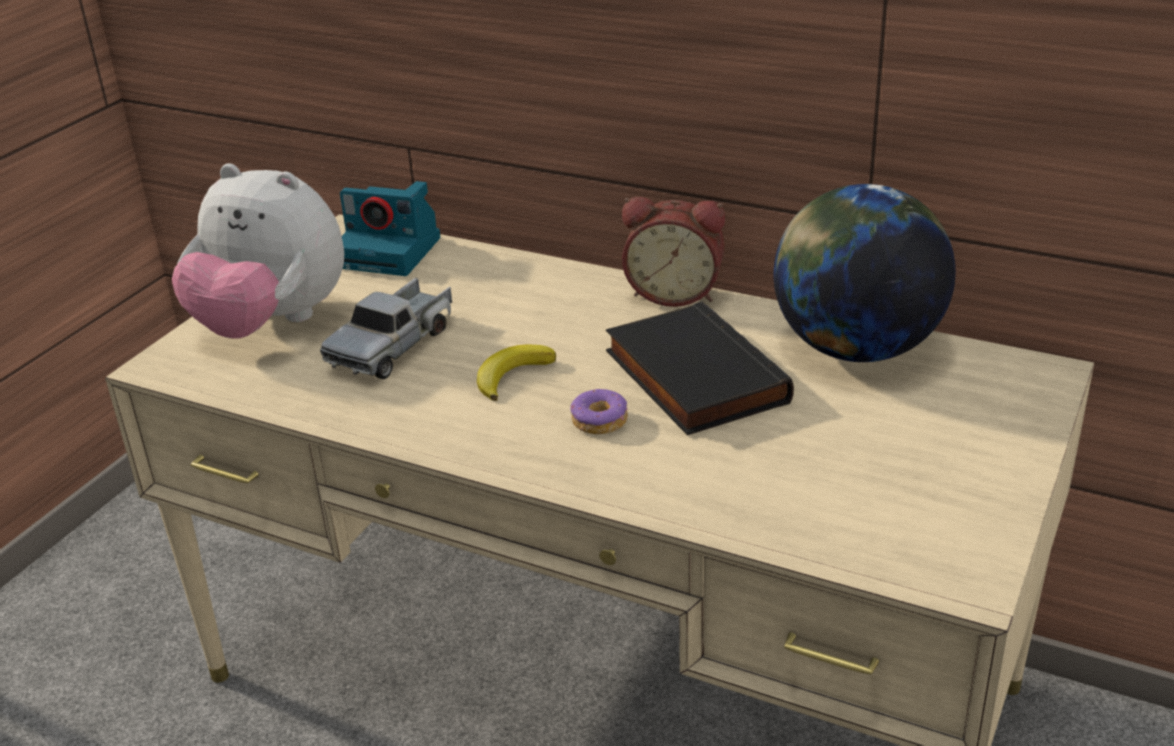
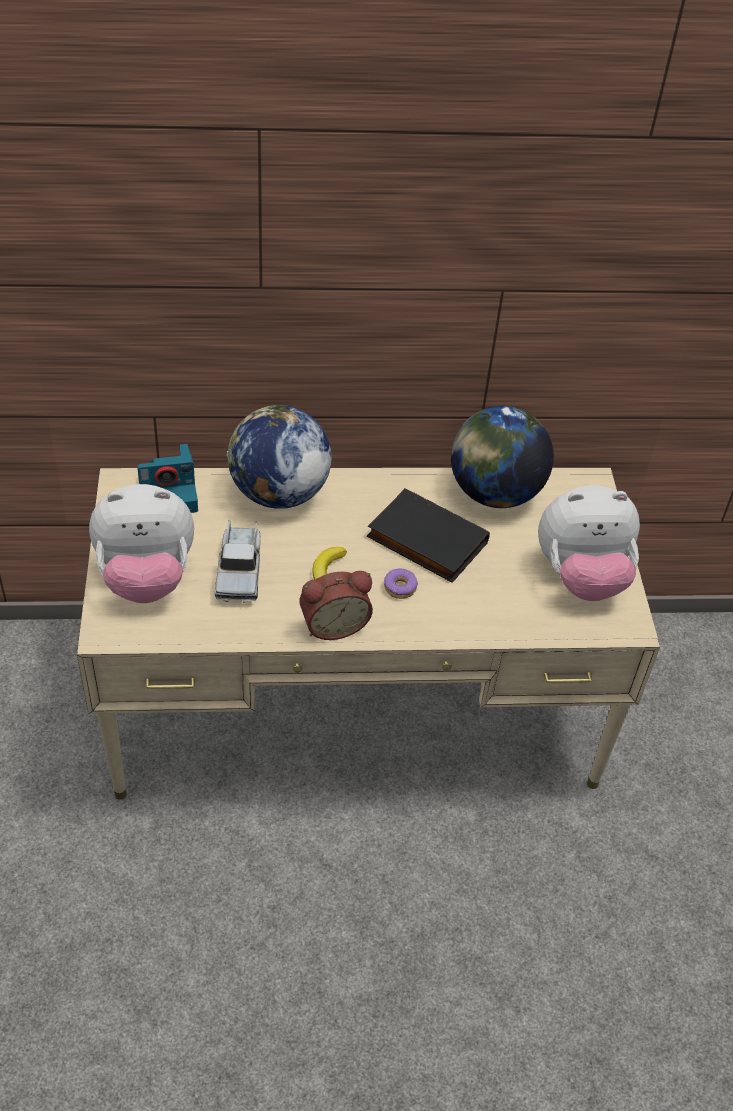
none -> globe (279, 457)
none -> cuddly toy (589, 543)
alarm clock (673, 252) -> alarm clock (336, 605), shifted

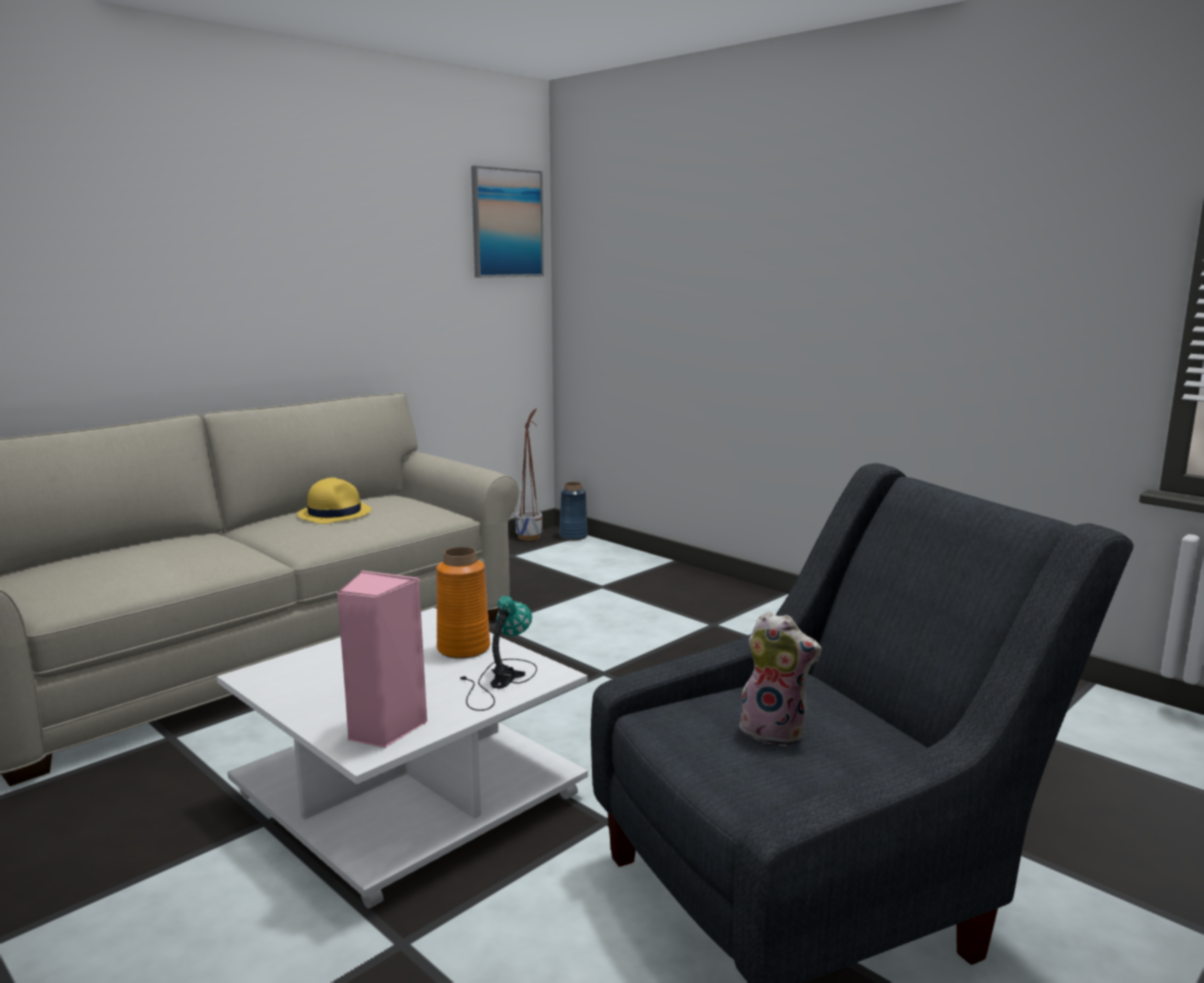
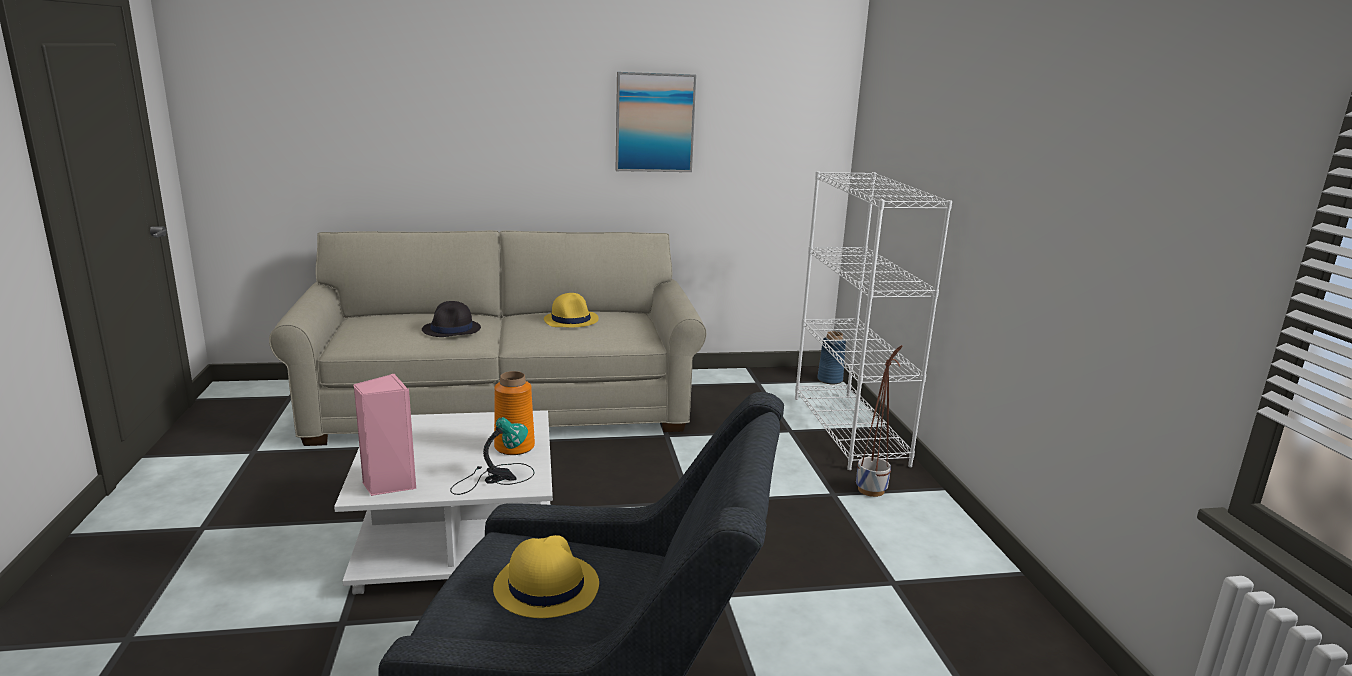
none -> wearable hat/blackish (451, 319)
none -> bookshelf/white-coloured (873, 320)
picture (507, 222) -> picture (656, 122), shifted
plant pot (529, 474) -> plant pot (879, 421), shifted
cuddly toy (780, 678) -> wearable hat/yellow (546, 576)

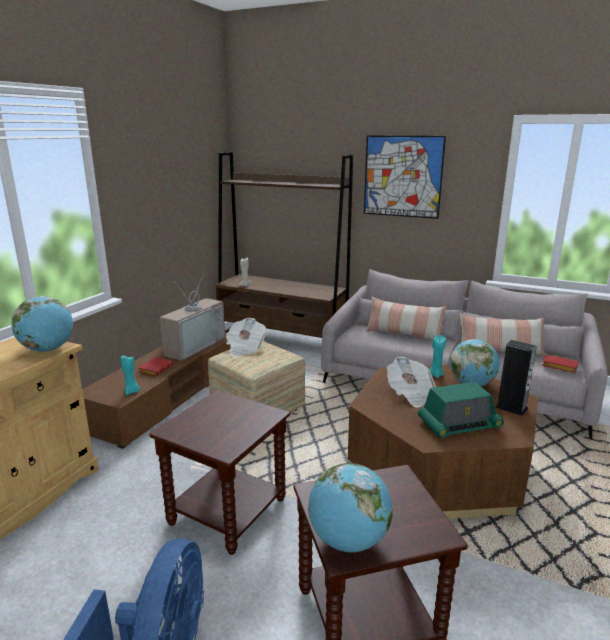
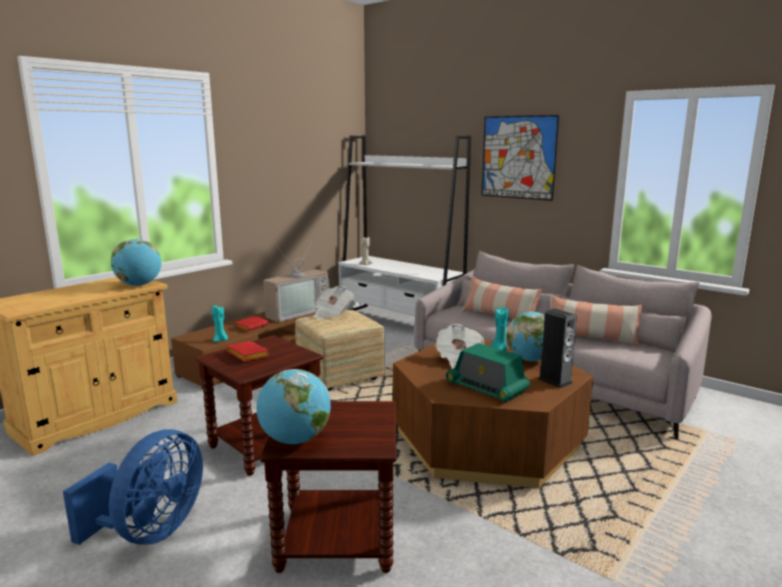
bound book/red-coloured (560, 364) -> bound book/red-coloured (248, 351), shifted
bookshelf/brown (284, 245) -> bookshelf/white-coloured (405, 225)
radio set (461, 410) -> radio set (488, 372), 45 degrees clockwise

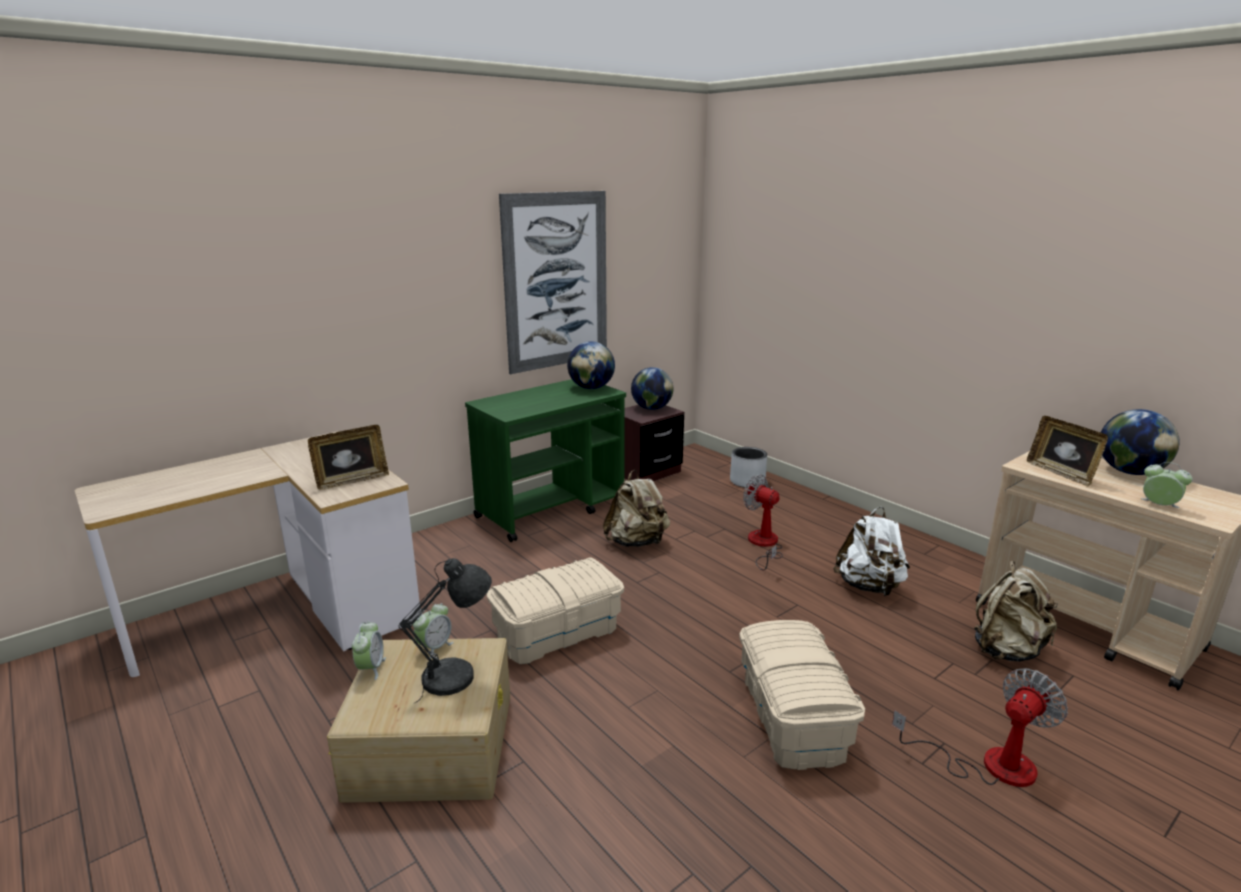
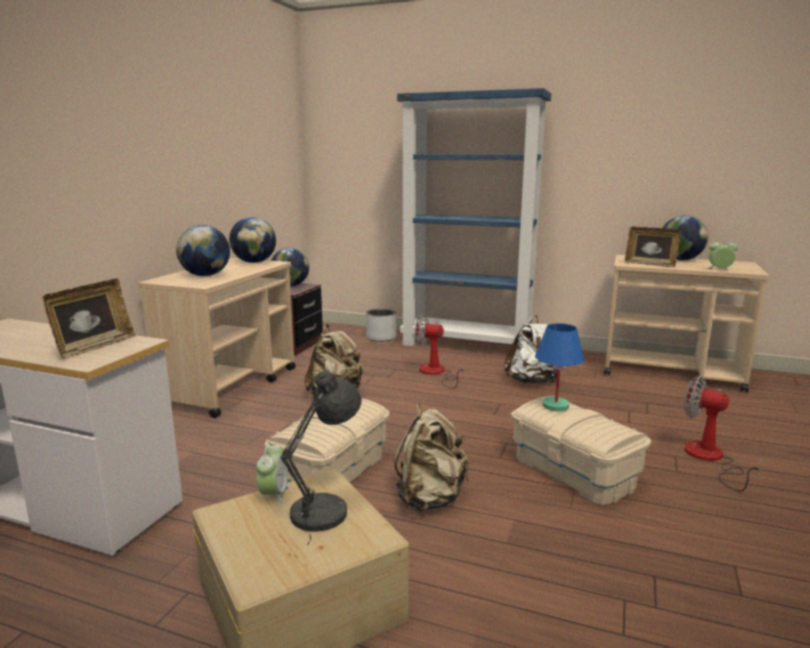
alarm clock (369, 650) -> none
picture (553, 282) -> none
none -> globe (203, 250)
none -> bookshelf/blue (474, 217)
none -> tabletop lamp/blue (559, 367)
rucksack/beige (1016, 611) -> rucksack/beige (431, 457), shifted
trolley/green-coloured (545, 460) -> trolley/beige (217, 338)
fan (980, 727) -> fan (722, 433), 75 degrees counterclockwise

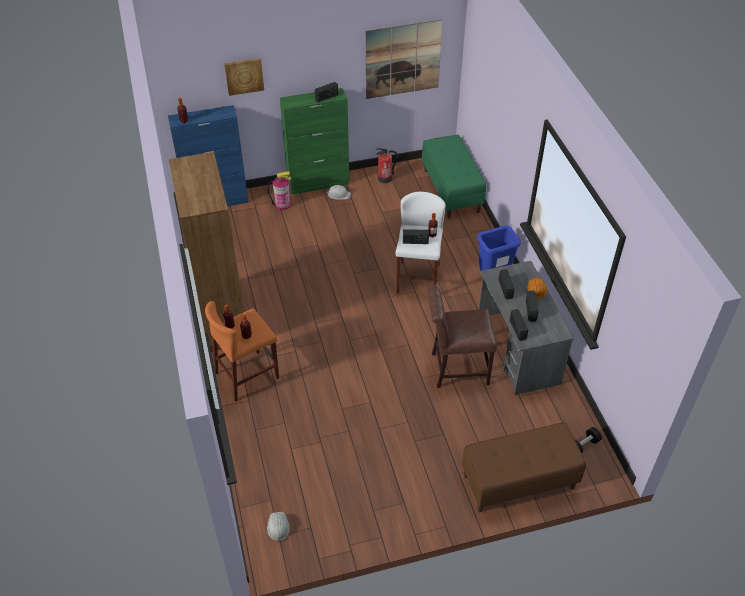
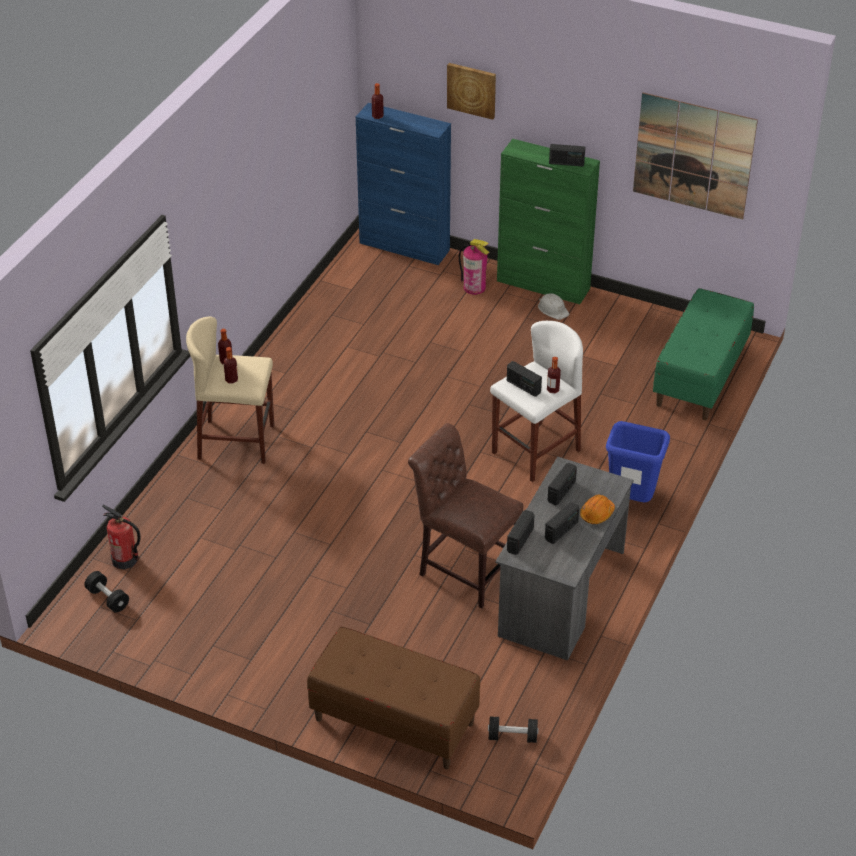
bookshelf/brown (206, 252) -> none
fire-fighting cylinder (387, 165) -> fire-fighting cylinder (121, 537), shifted
safety helmet/white-coloured (278, 527) -> free weight/blackish (106, 592)
stool/orange (242, 351) -> stool/beige (230, 390)

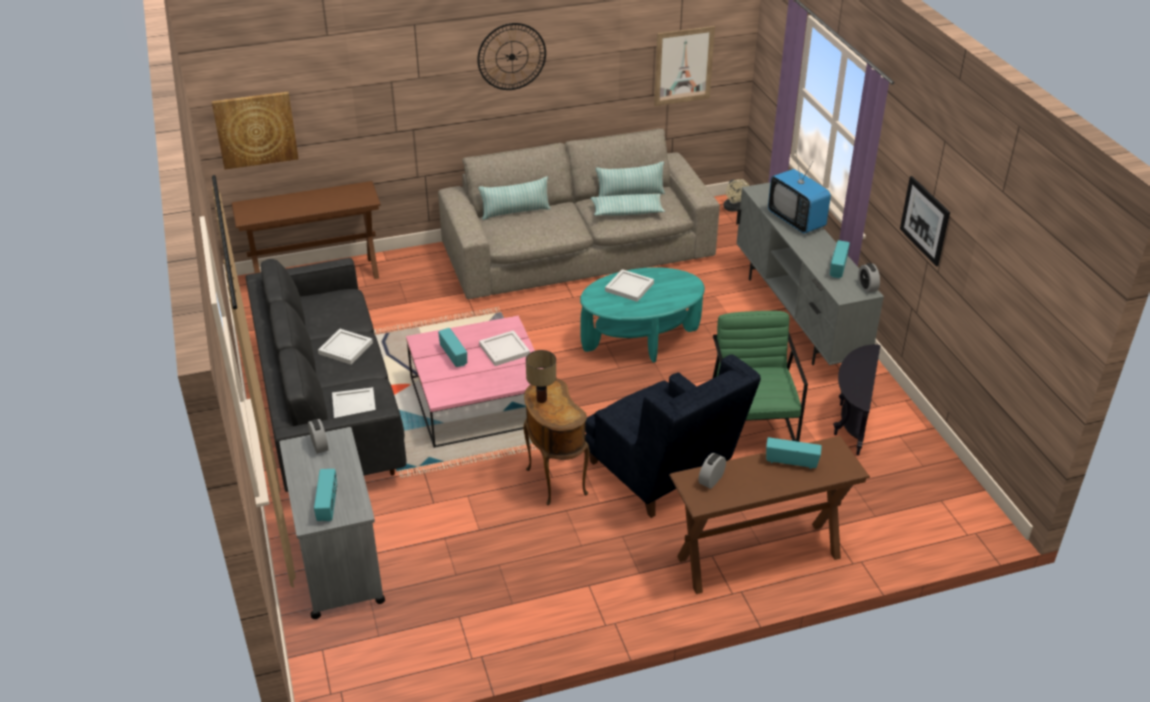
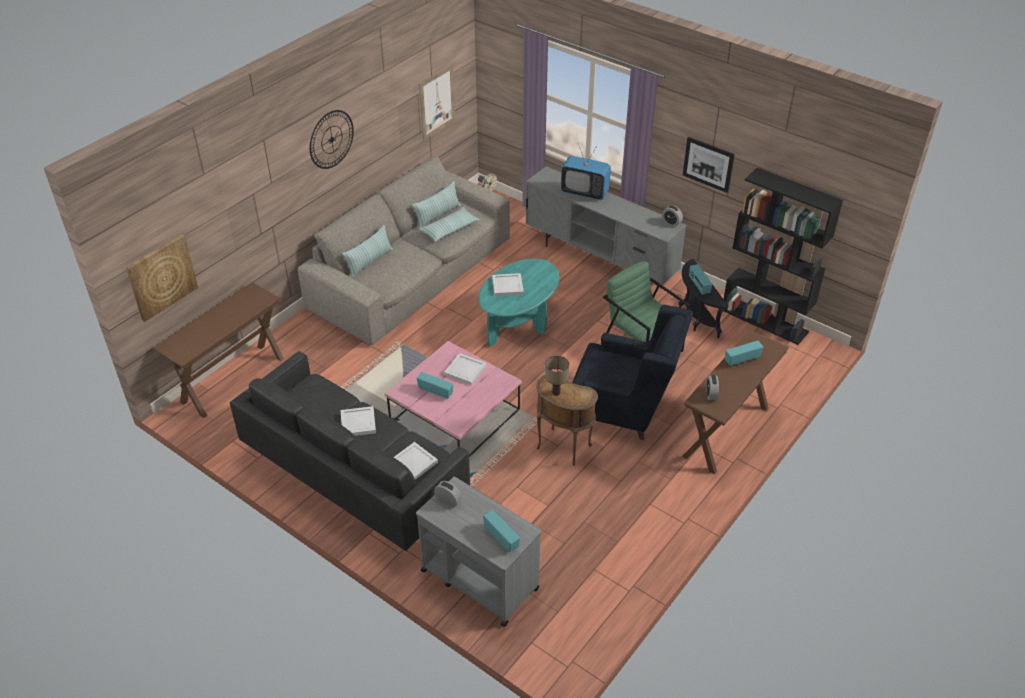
none -> bookshelf/blackish (783, 256)
radio set (840, 259) -> radio set (700, 279), shifted

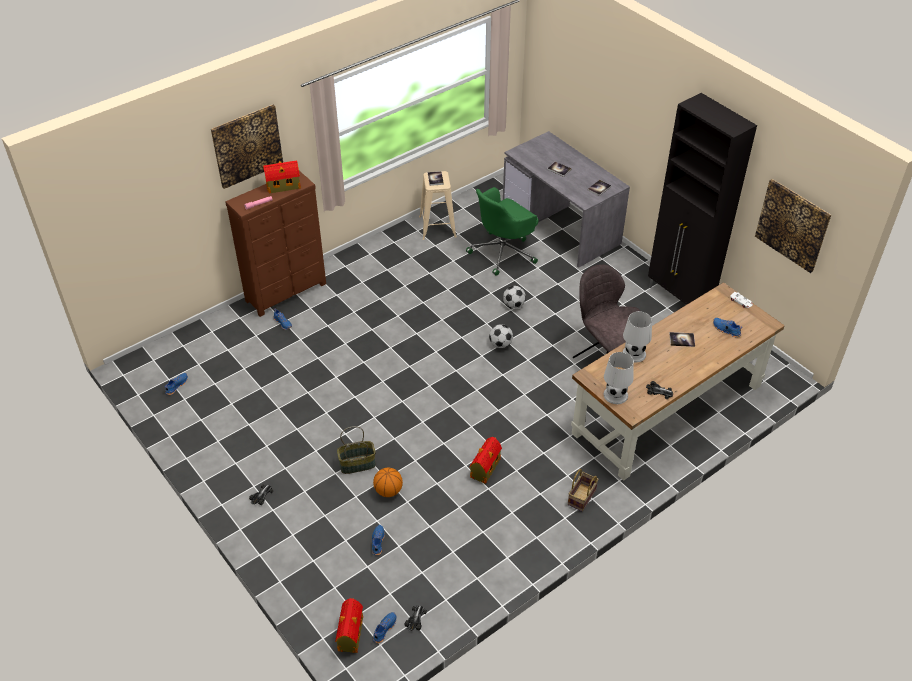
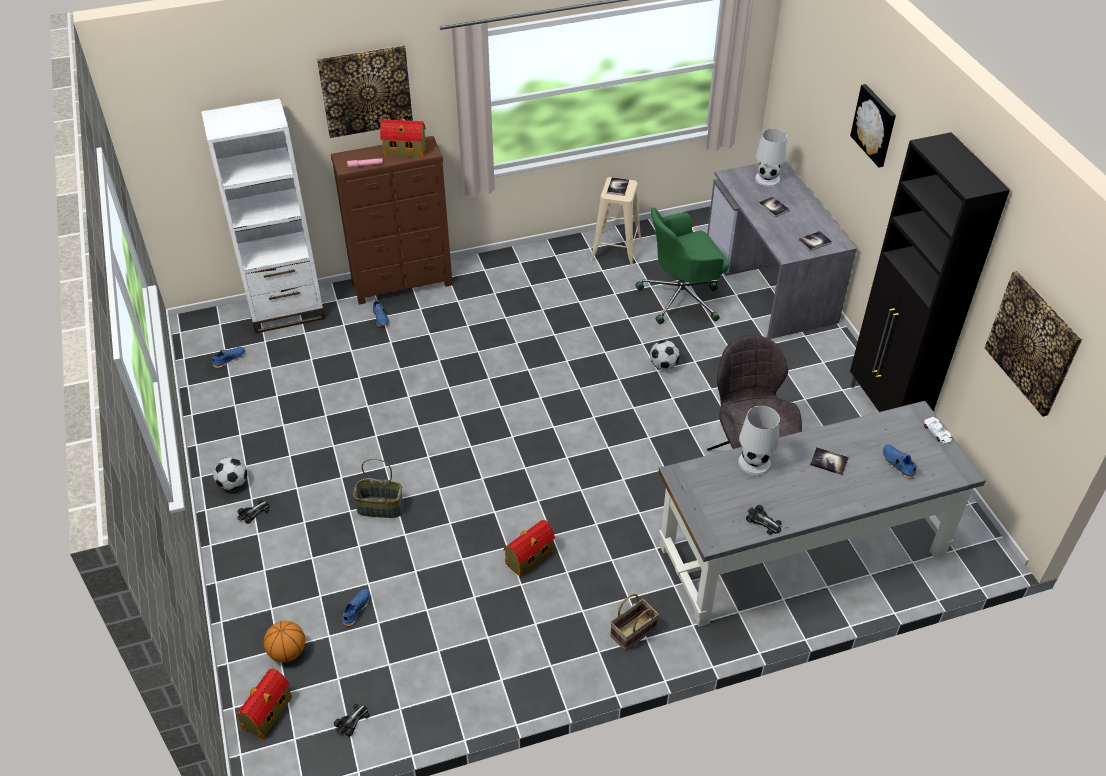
low shoe/blue (385, 627) -> none
none -> bookshelf/white-coloured (263, 216)
none -> picture (873, 125)
ball for basketball (388, 482) -> ball for basketball (284, 641), shifted
football (501, 336) -> football (230, 473), shifted
tabletop lamp/white-coloured (619, 378) -> tabletop lamp/white-coloured (771, 158), shifted
desk table/brown (678, 381) -> desk table/grey (822, 514)

